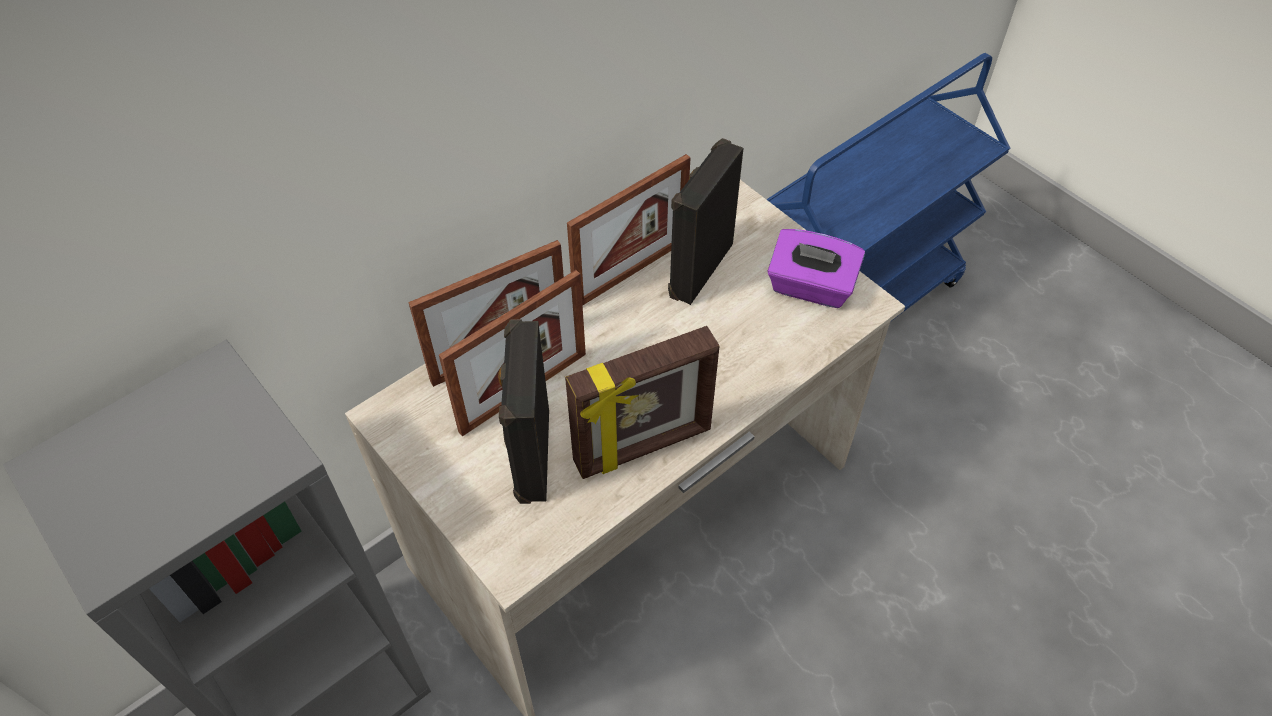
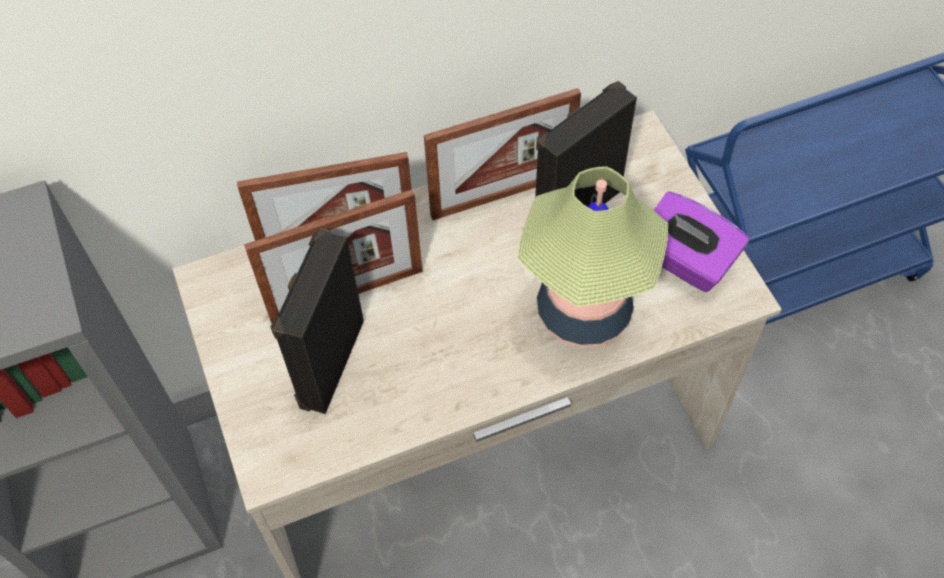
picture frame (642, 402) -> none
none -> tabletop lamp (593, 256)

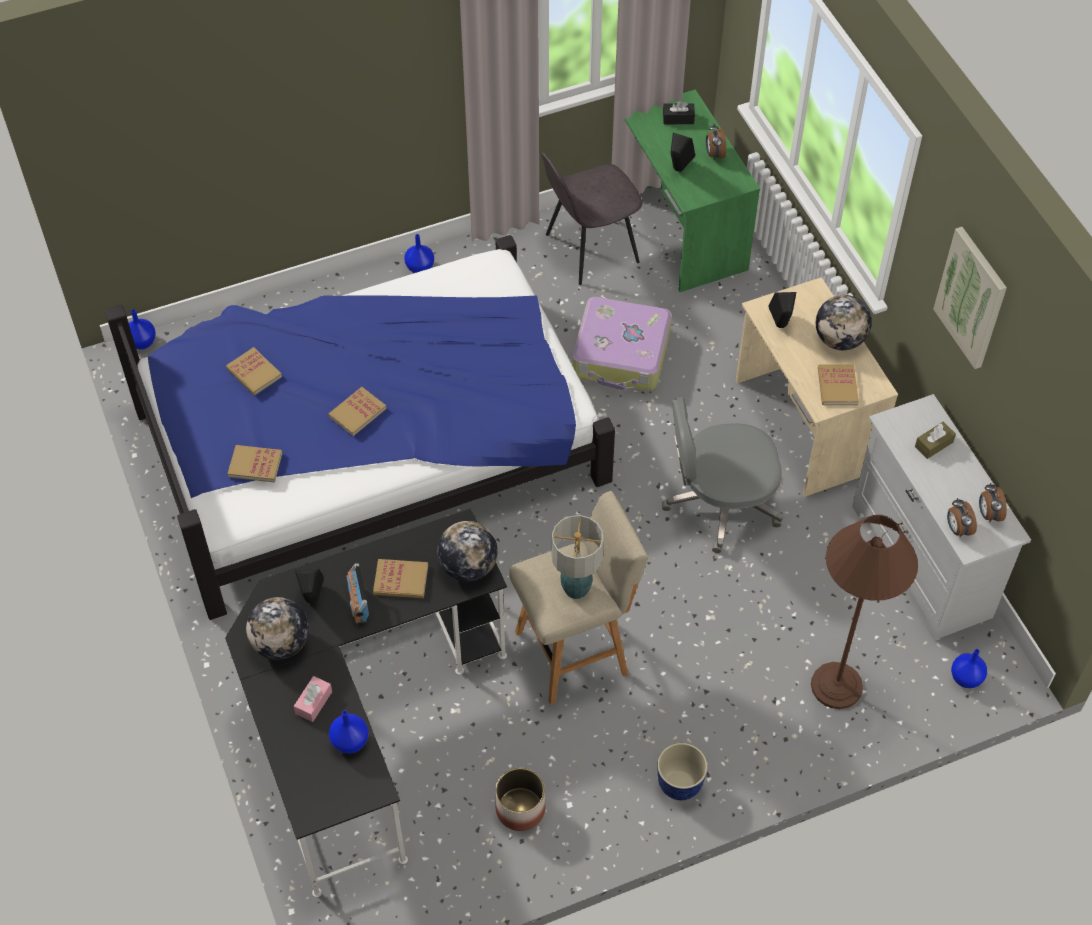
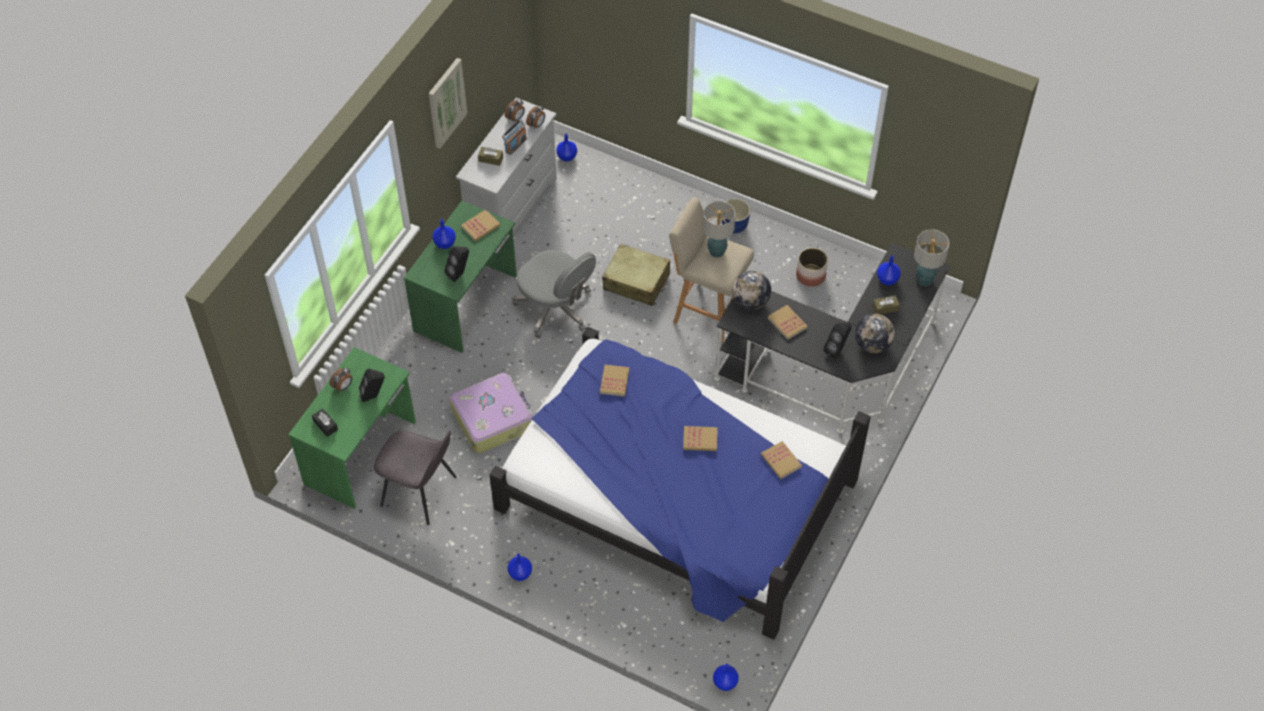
standard lamp/brown (864, 612) -> none
none -> piece of luggage/beige (636, 275)
none -> tabletop lamp (932, 257)
bound book (254, 371) -> bound book (614, 380), shifted
radio set (357, 594) -> radio set (514, 137), shifted
globe (844, 322) -> flower vase/blue (444, 234)
tissue box/pink (313, 699) -> tissue box/brown (886, 304)
desk table/beige (817, 387) -> desk table/green-coloured (460, 277)

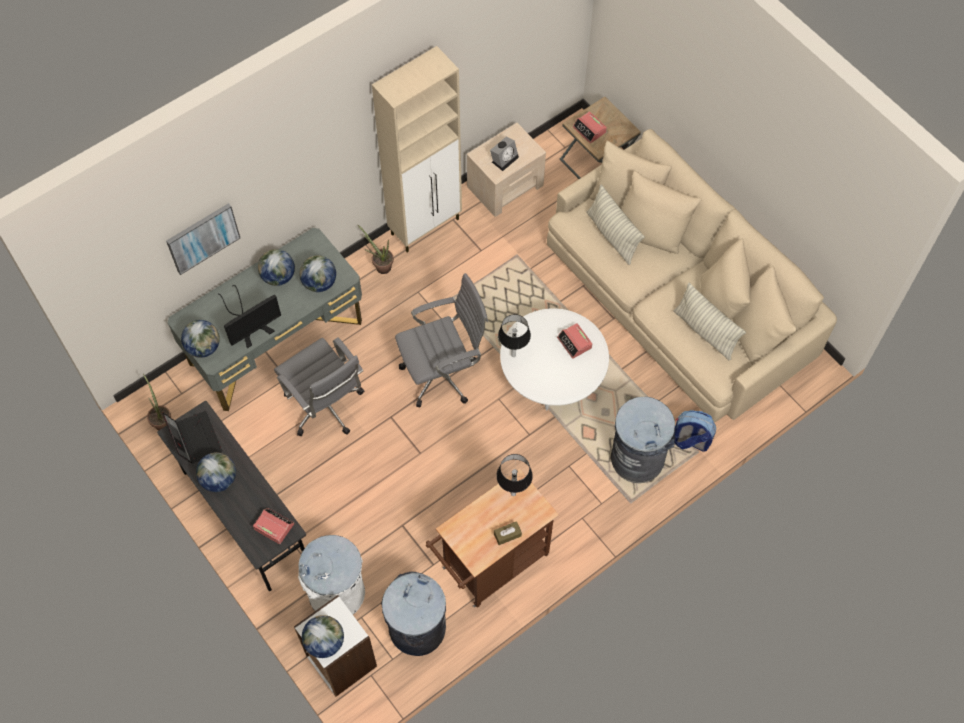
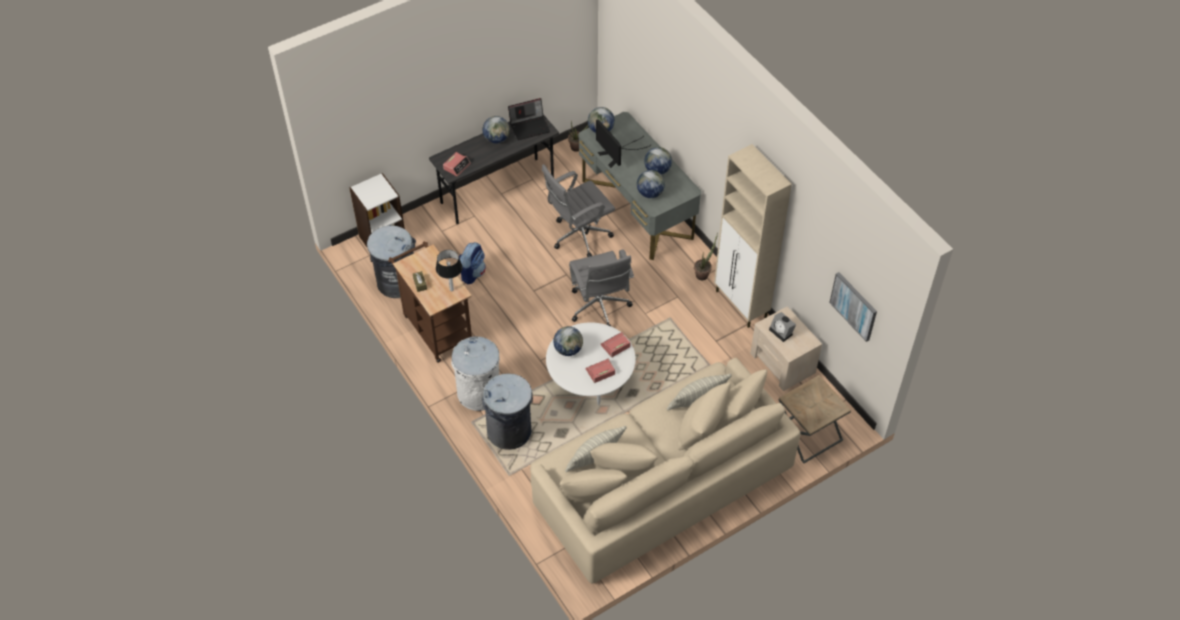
tabletop lamp (514, 335) -> none
picture (203, 239) -> picture (853, 307), shifted
waste bin/white-coloured (331, 574) -> waste bin/white-coloured (475, 373), shifted
globe (323, 636) -> globe (568, 341), shifted
alarm clock (590, 127) -> alarm clock (615, 344), shifted
rucksack (695, 431) -> rucksack (472, 263), shifted

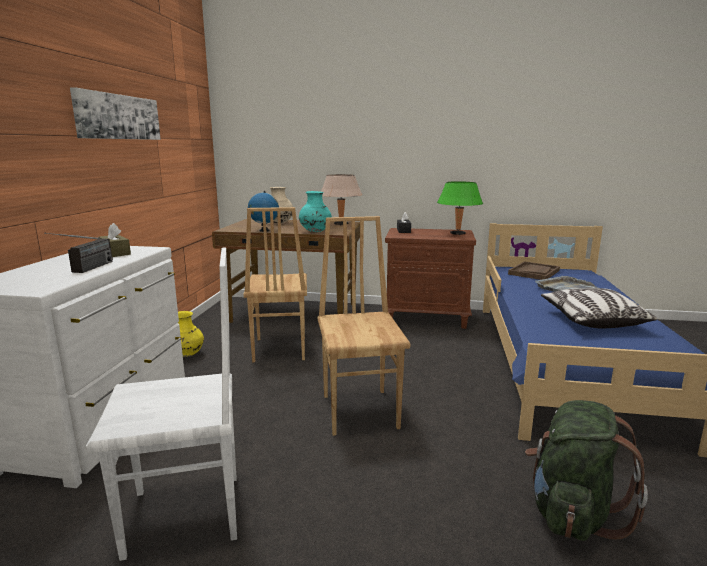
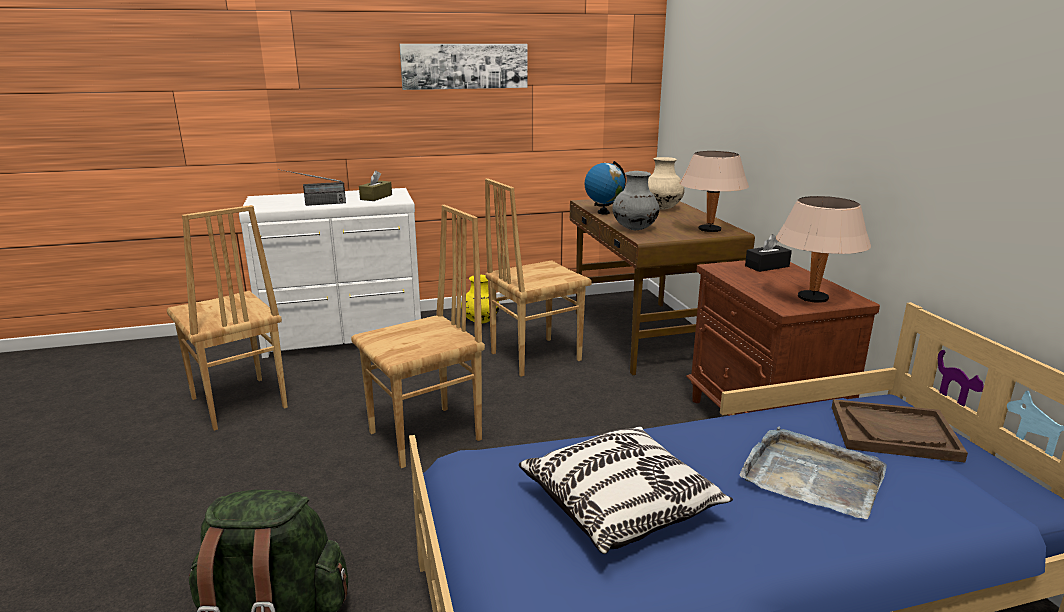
plain chair/white-coloured (161, 404) -> plain chair/brown (227, 318)
flower vase/blue-green (315, 211) -> flower vase/grey (635, 200)
tabletop lamp/green-coloured (460, 208) -> tabletop lamp/beige (823, 249)

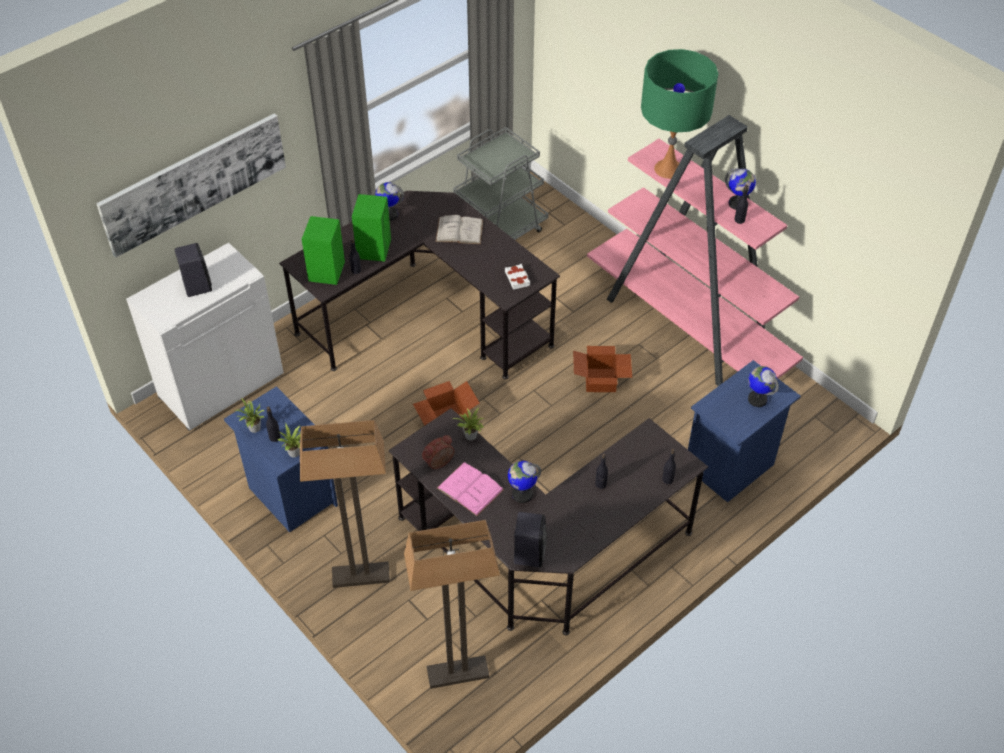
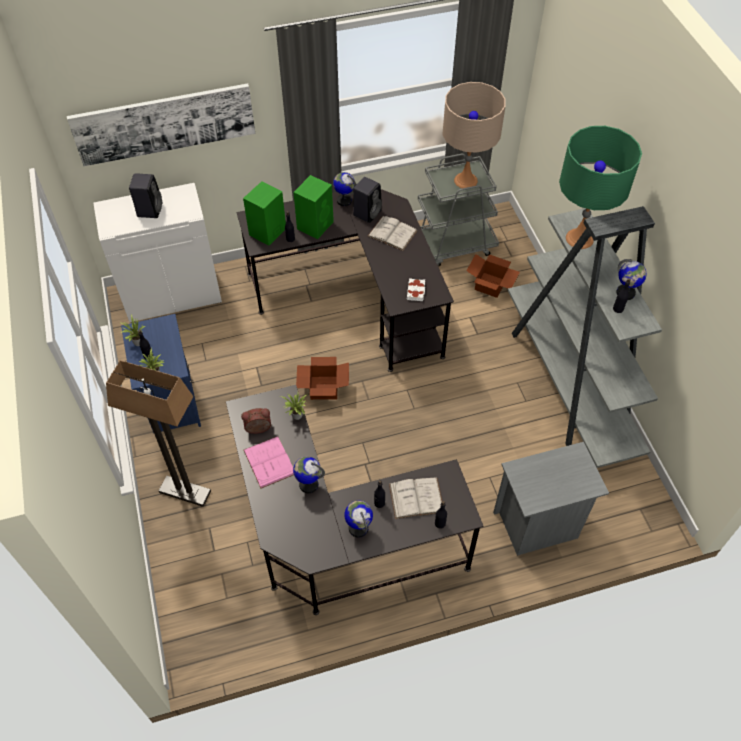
standard lamp (452, 604) -> none
none -> bound book/white-coloured (415, 498)
none -> tabletop lamp/beige (474, 135)
loudspeaker/blackish (530, 539) -> loudspeaker/blackish (367, 200), shifted
packing box (602, 369) -> packing box (493, 276), shifted
globe (763, 386) -> globe (358, 519), shifted
bookshelf/pink (695, 250) -> bookshelf/grey (585, 337)
night table/blue (744, 431) -> night table/grey (551, 499)

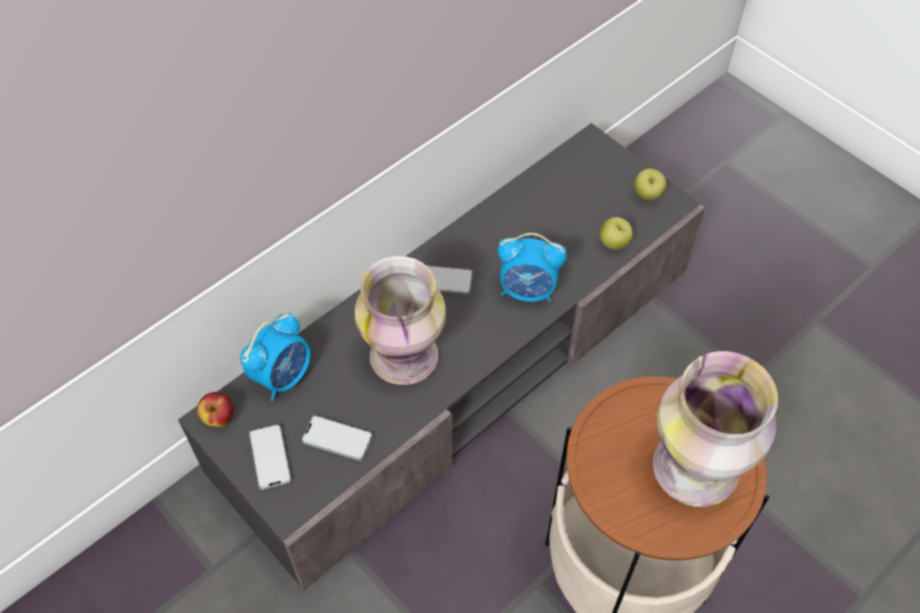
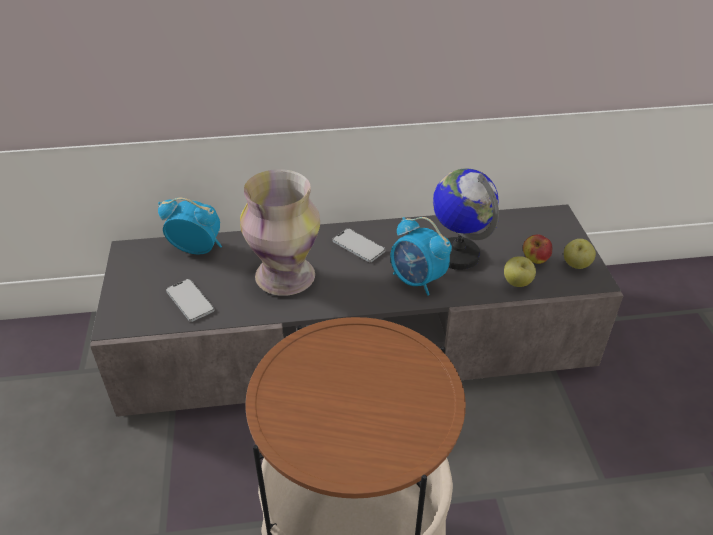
phone (270, 457) -> none
flower vase (715, 429) -> none
none -> globe (466, 219)
apple (215, 409) -> apple (537, 249), shifted
alarm clock (275, 356) -> alarm clock (190, 226), 150 degrees counterclockwise

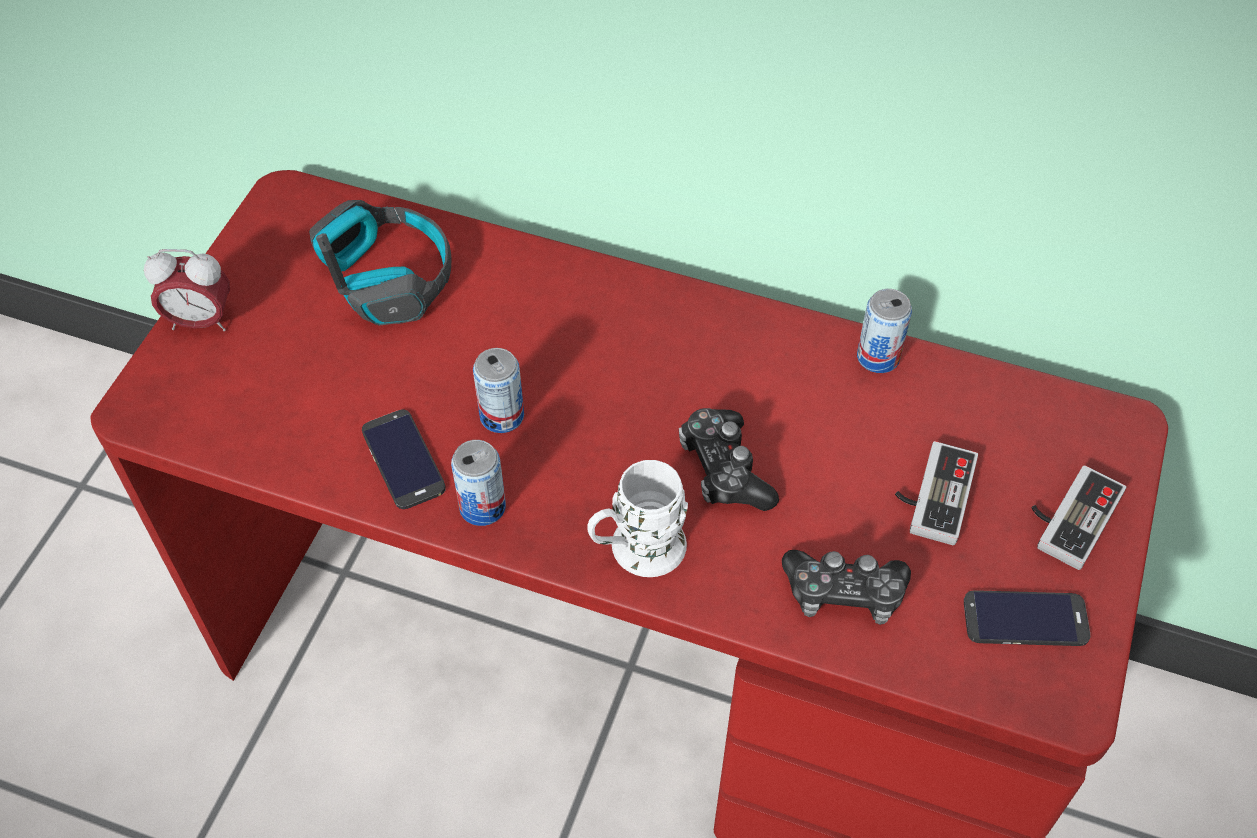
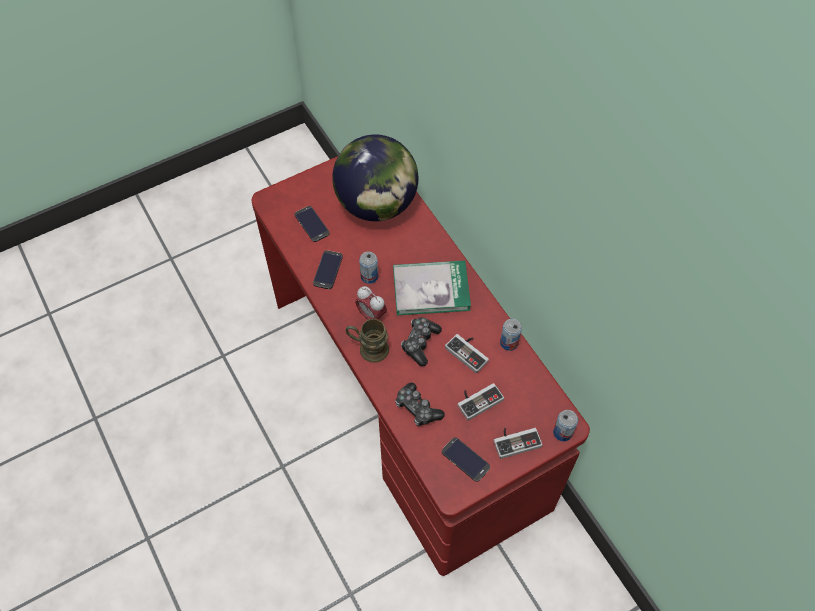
none -> phone (312, 224)
none -> bound book (432, 288)
none -> gamepad (467, 354)
alarm clock (187, 290) -> alarm clock (371, 303), shifted
sealed can (478, 483) -> sealed can (565, 426), shifted
headset (380, 263) -> globe (375, 177)
coffee mug/white-coloured (637, 518) -> coffee mug/brown (367, 341)

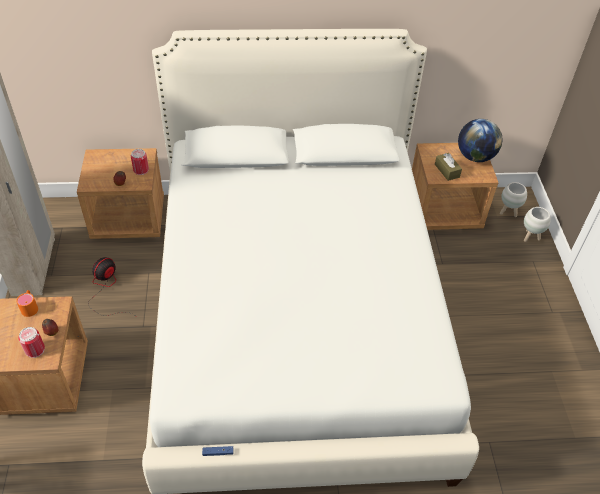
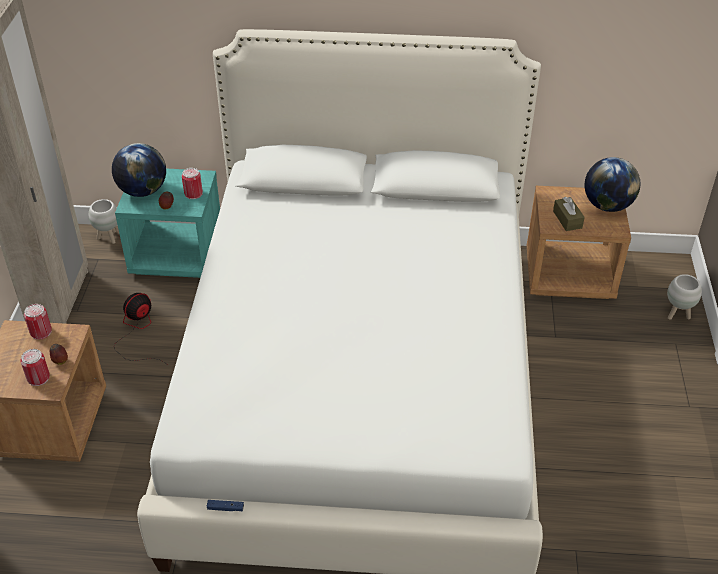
none -> globe (139, 170)
plant pot/white-coloured (513, 199) -> plant pot/white-coloured (103, 221), shifted
coffee mug/orange (27, 303) -> sealed can (38, 322)
night table/brown (120, 193) -> night table/blue-green (167, 223)

